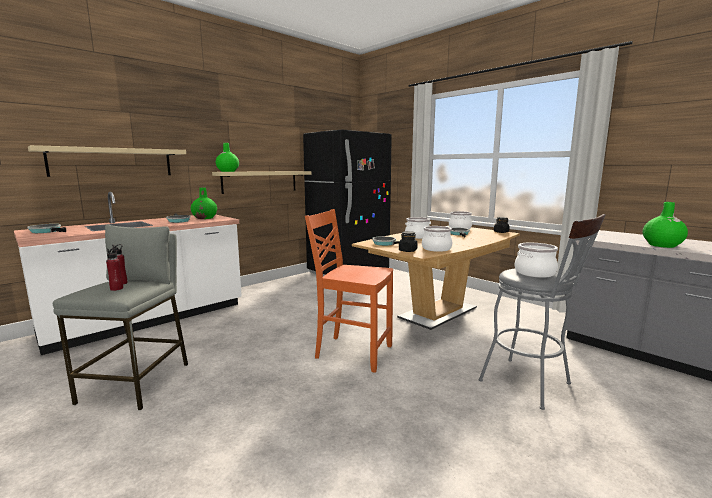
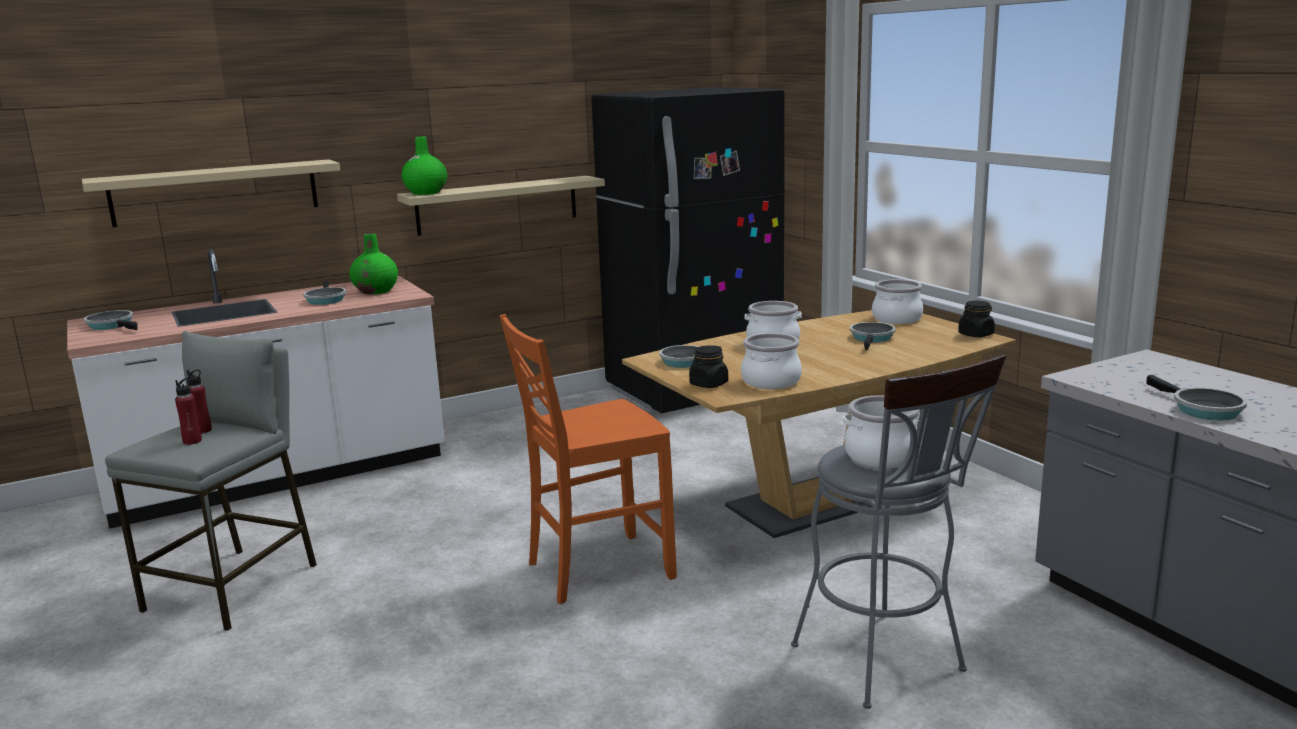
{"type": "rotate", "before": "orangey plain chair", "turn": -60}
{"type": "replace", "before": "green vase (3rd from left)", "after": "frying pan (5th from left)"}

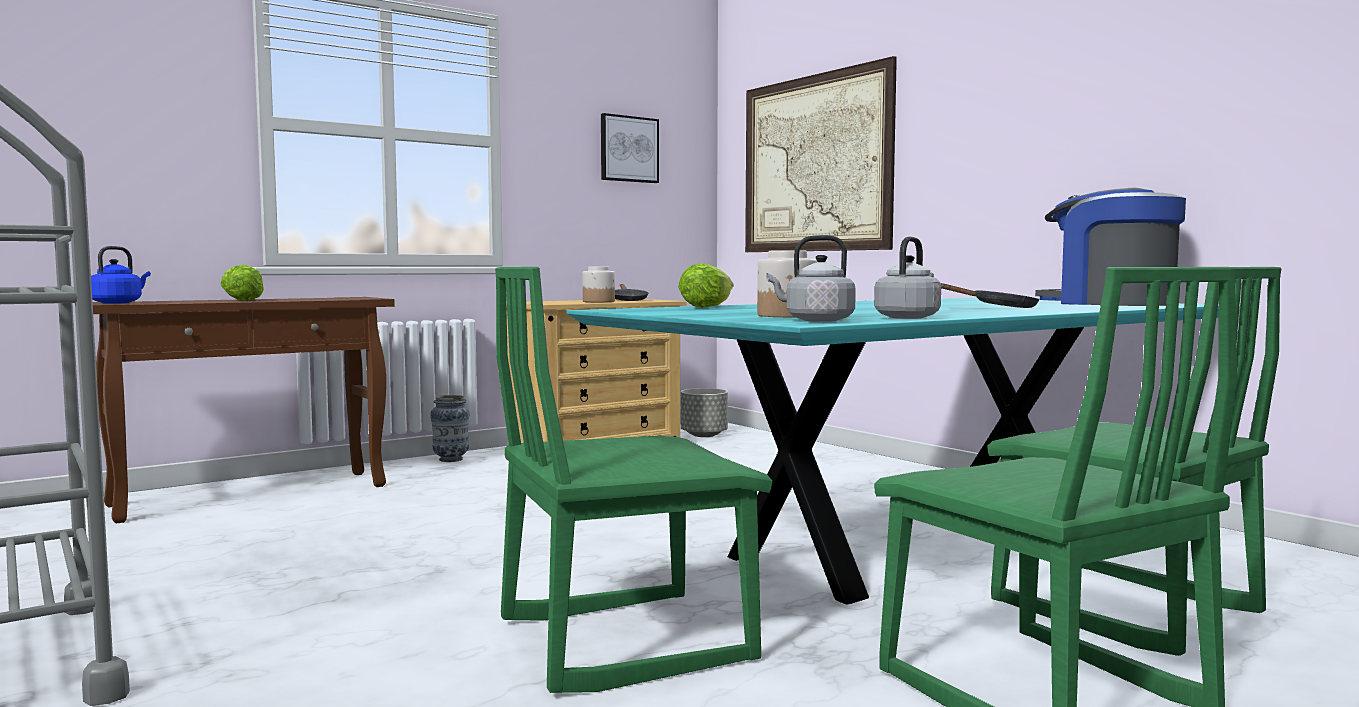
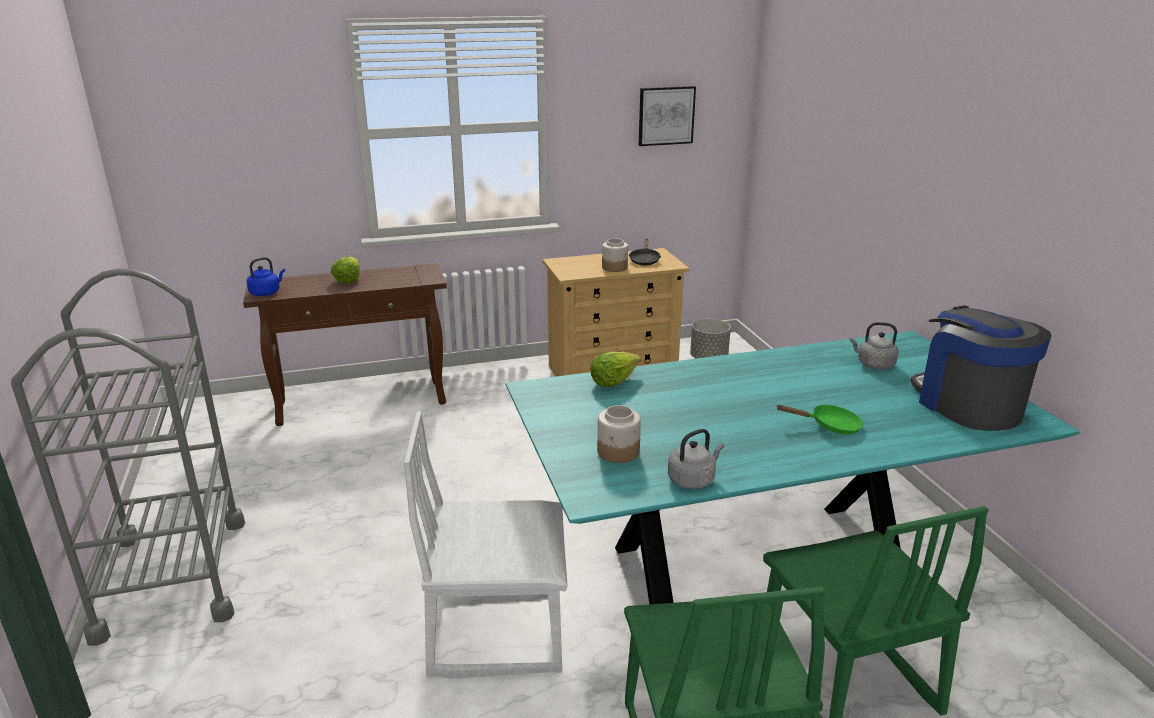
{"type": "recolor", "before": "green plain chair (1st from left)", "after": "white plain chair"}
{"type": "recolor", "before": "black frying pan (2nd from left)", "after": "green frying pan"}
{"type": "move", "before": "greyish tea kettle (1st from left in the first image)", "after": "greyish tea kettle (2nd from left)"}
{"type": "delete", "before": "vase"}
{"type": "delete", "before": "wall art (2nd from left)"}

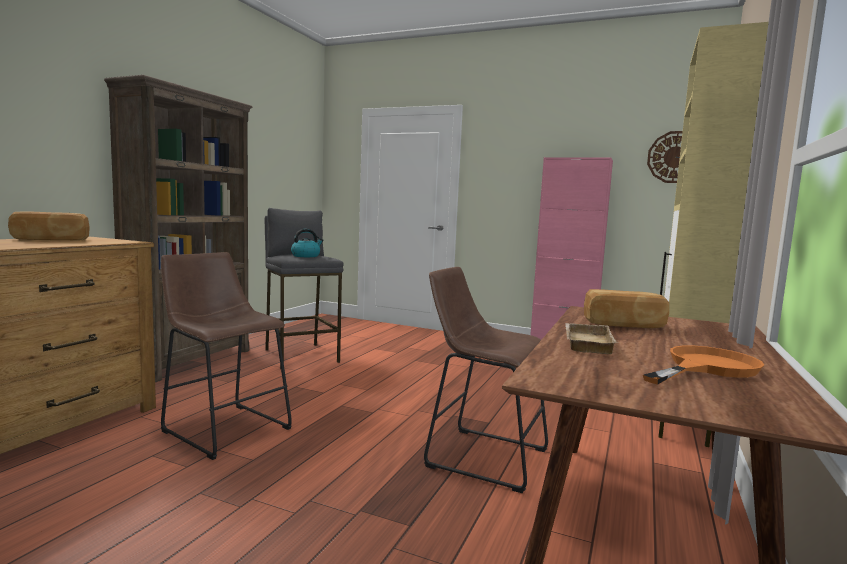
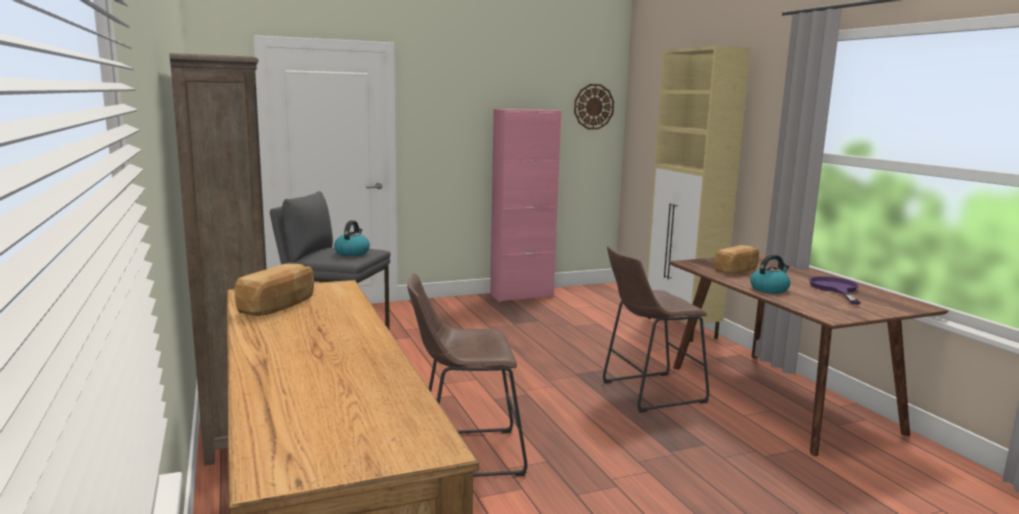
{"type": "replace", "before": "beige-coloured carrying tray", "after": "tea kettle (2nd from left)"}
{"type": "recolor", "before": "orangey frying pan", "after": "purple frying pan"}

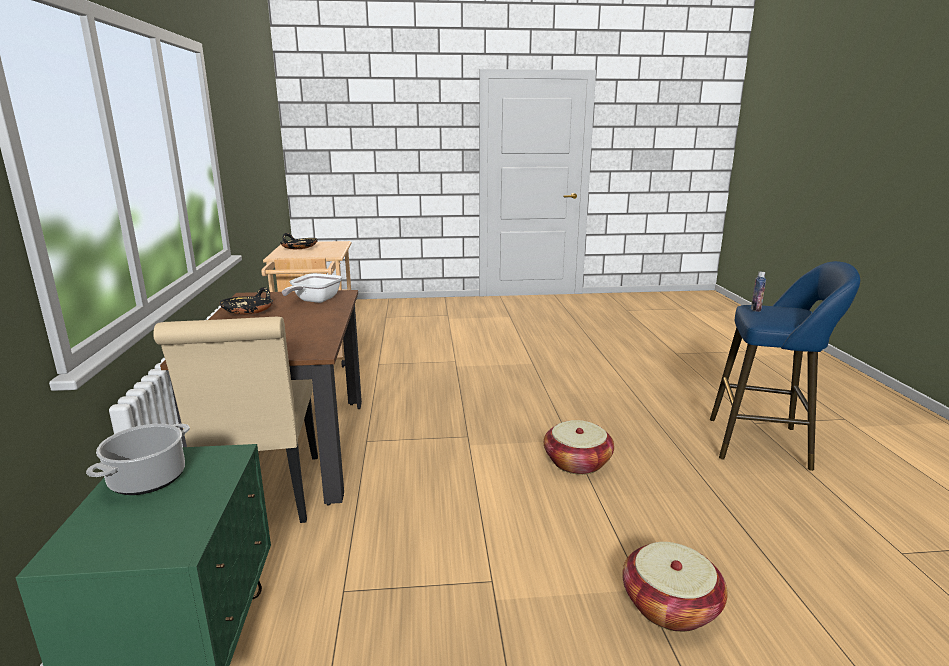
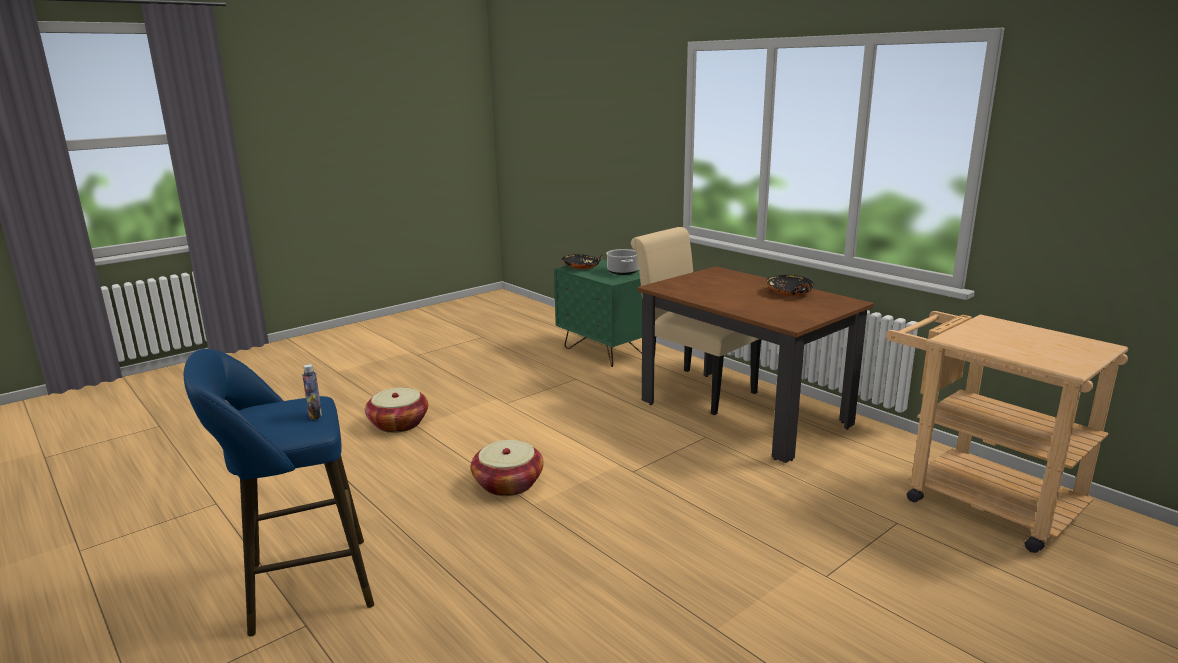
{"type": "move", "before": "black deep dish (2nd from left in the first image)", "after": "black deep dish (1st from left)"}
{"type": "delete", "before": "frying pan"}

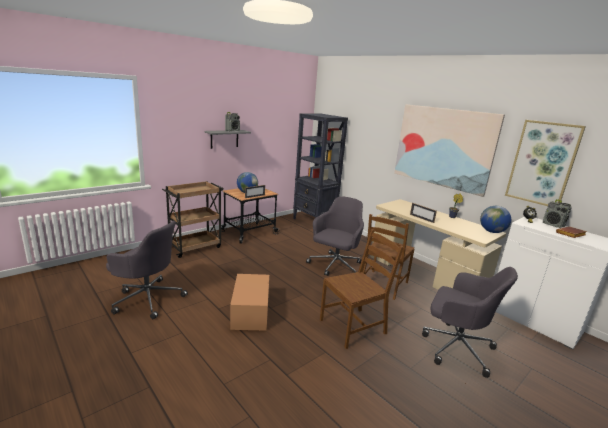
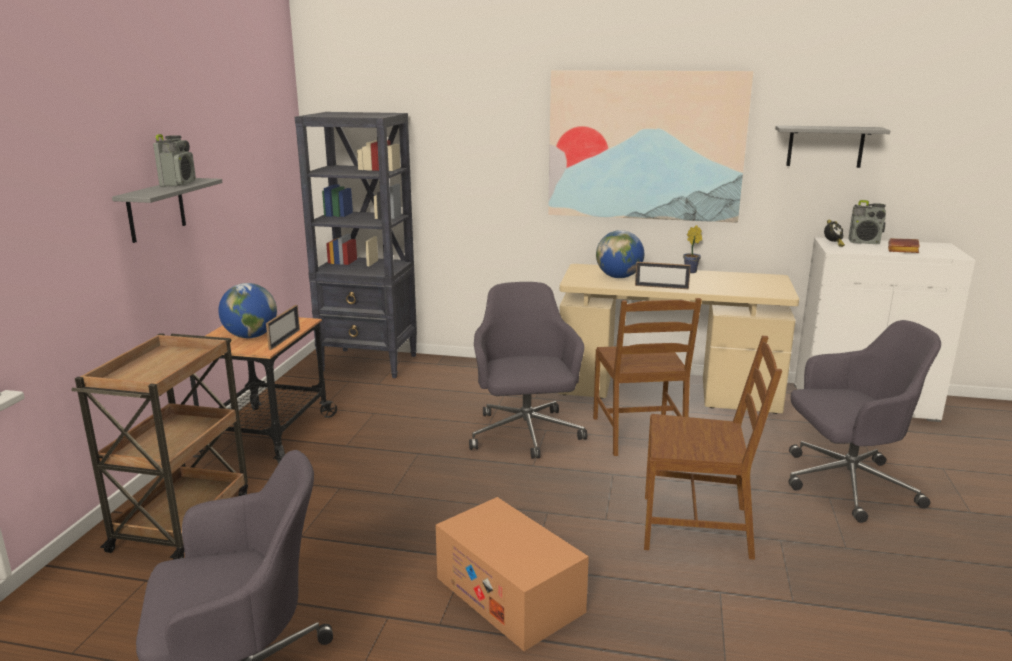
{"type": "move", "before": "desk globe (2nd from left)"}
{"type": "rotate", "before": "brownish plain chair (1st from left in the first image)", "turn": 75}
{"type": "replace", "before": "wall art (2nd from left)", "after": "greyish bracket shelf (2nd from left)"}

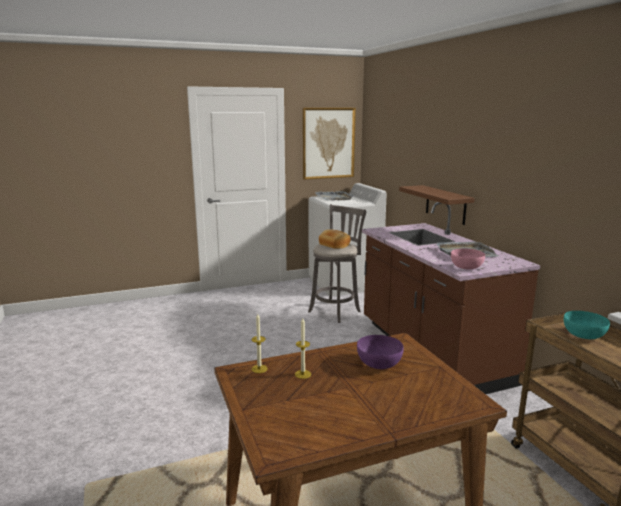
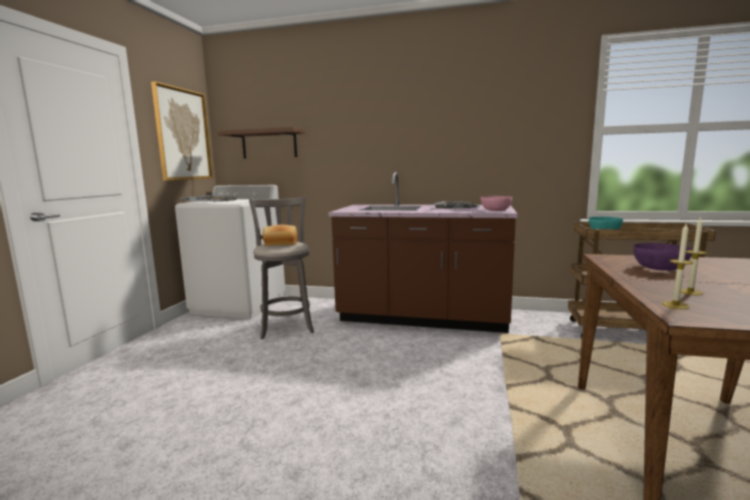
{"type": "move", "before": "brownish bracket shelf"}

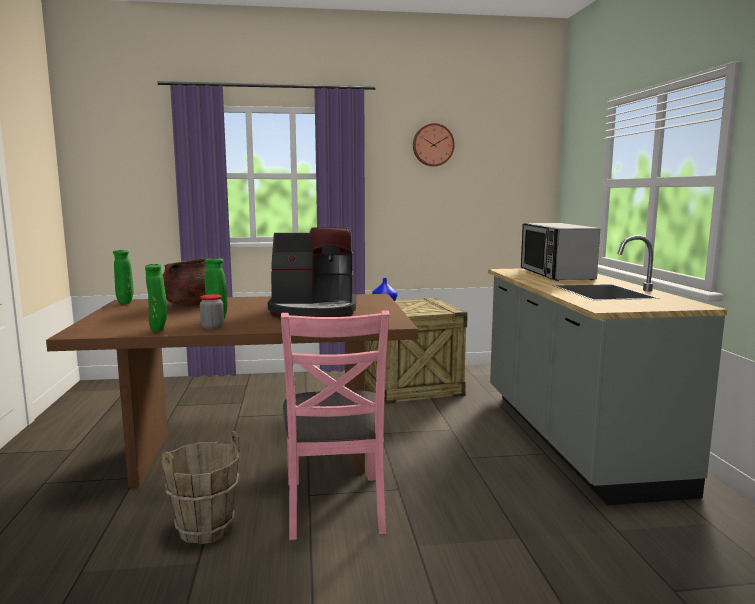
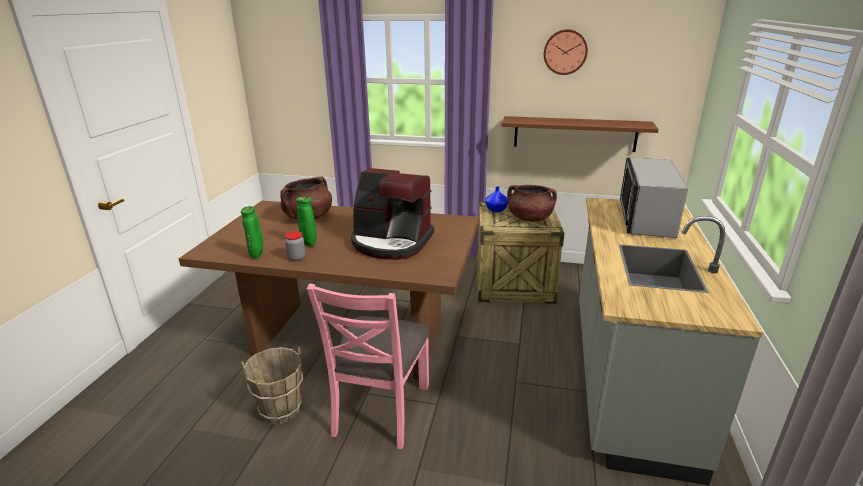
{"type": "insert", "after": "brownish bracket shelf"}
{"type": "insert", "after": "brownish saucepot (2nd from left)"}
{"type": "delete", "before": "green vase (1st from left)"}

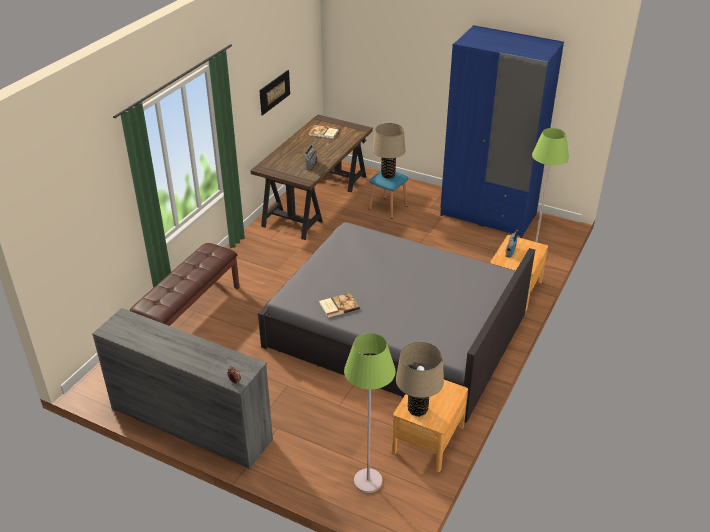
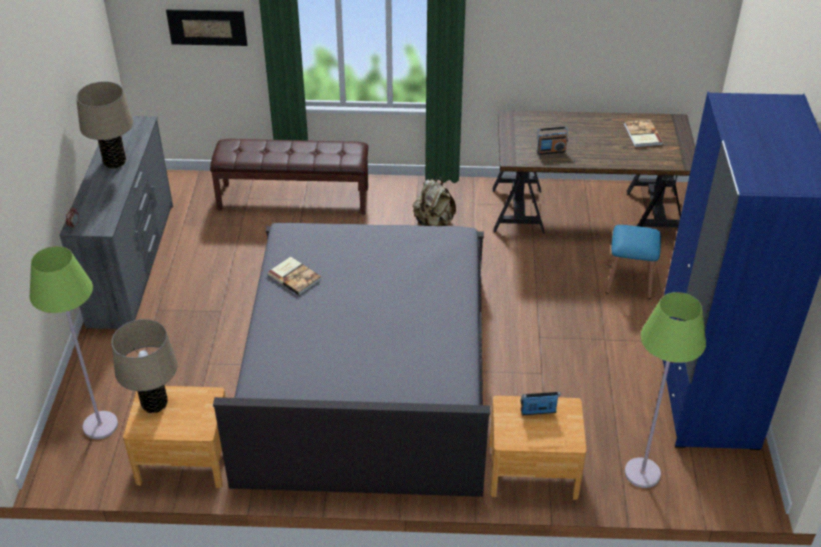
{"type": "move", "before": "beige-coloured table lamp (1st from left)"}
{"type": "move", "before": "wall art"}
{"type": "insert", "after": "beige-coloured backpack"}

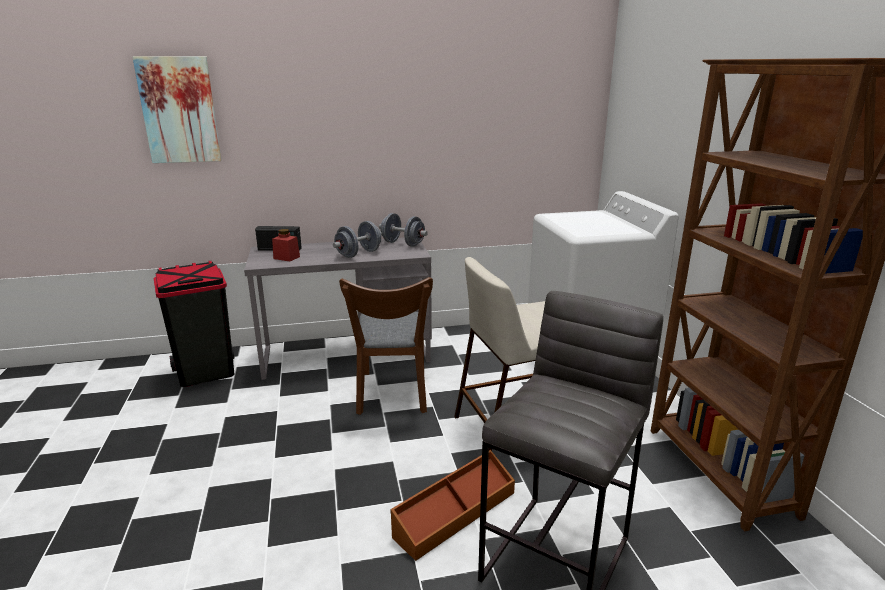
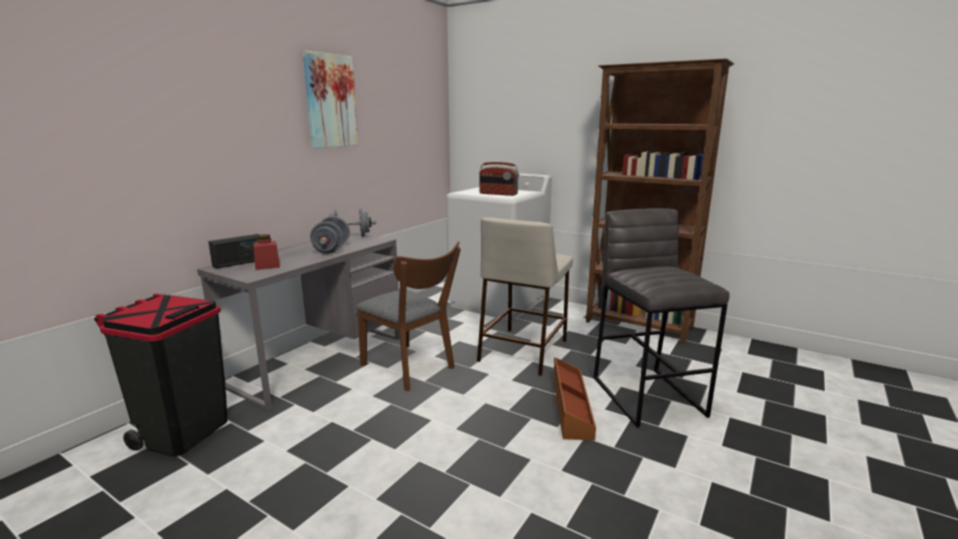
{"type": "move", "before": "wall art"}
{"type": "insert", "after": "radio set (2nd from left)"}

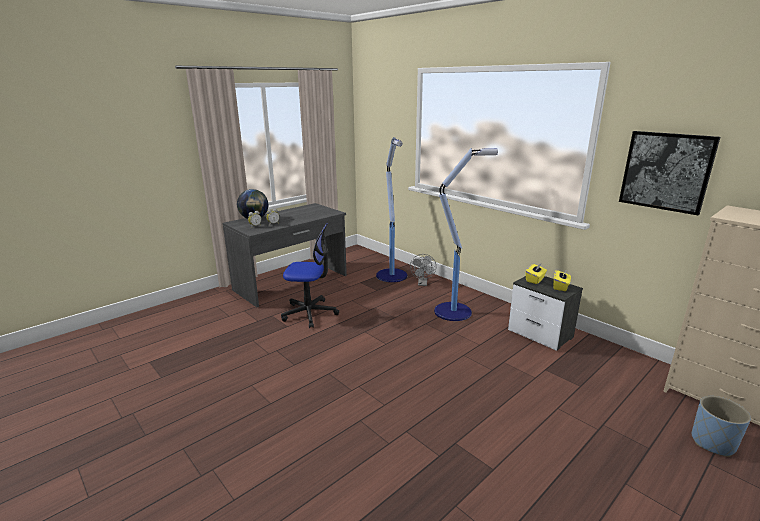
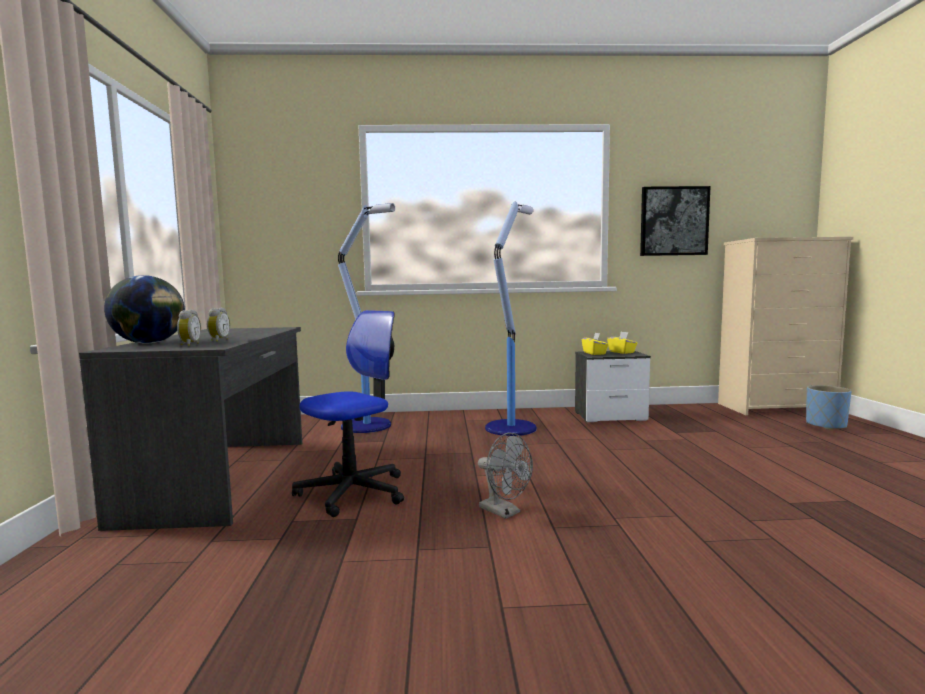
{"type": "move", "before": "greyish electric fan"}

